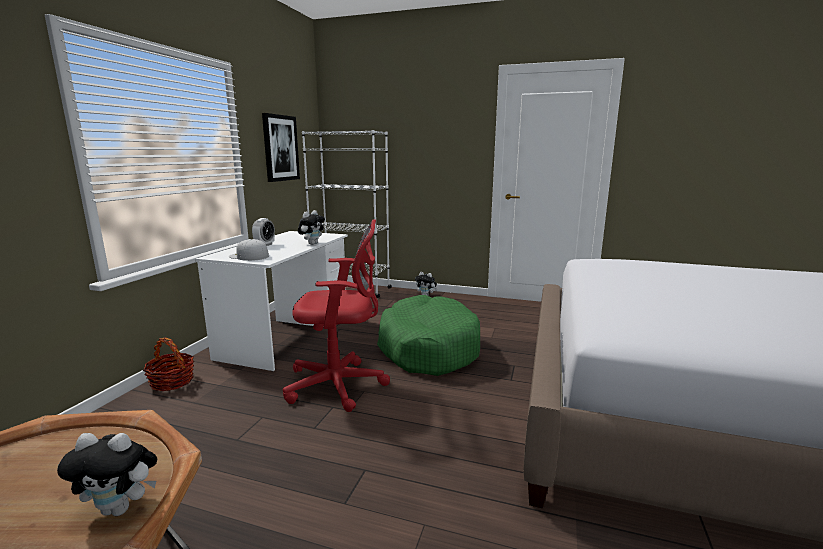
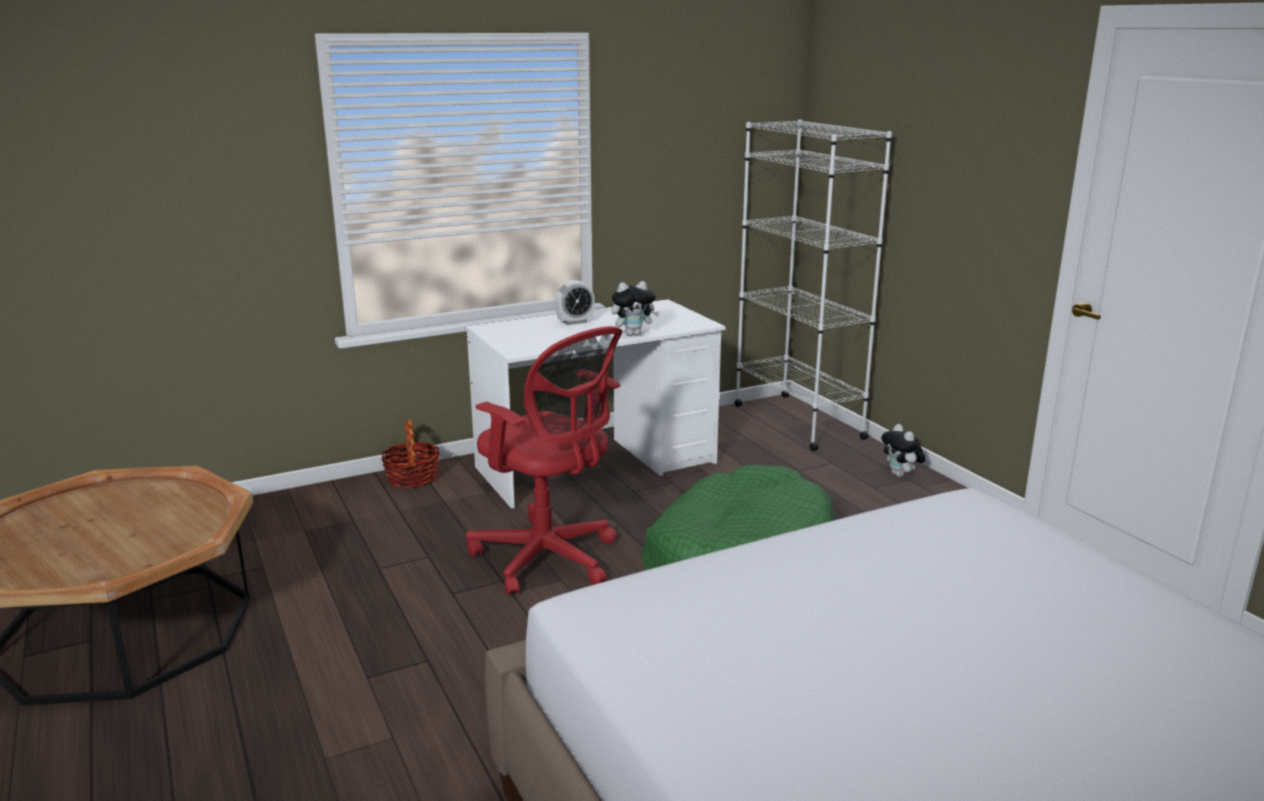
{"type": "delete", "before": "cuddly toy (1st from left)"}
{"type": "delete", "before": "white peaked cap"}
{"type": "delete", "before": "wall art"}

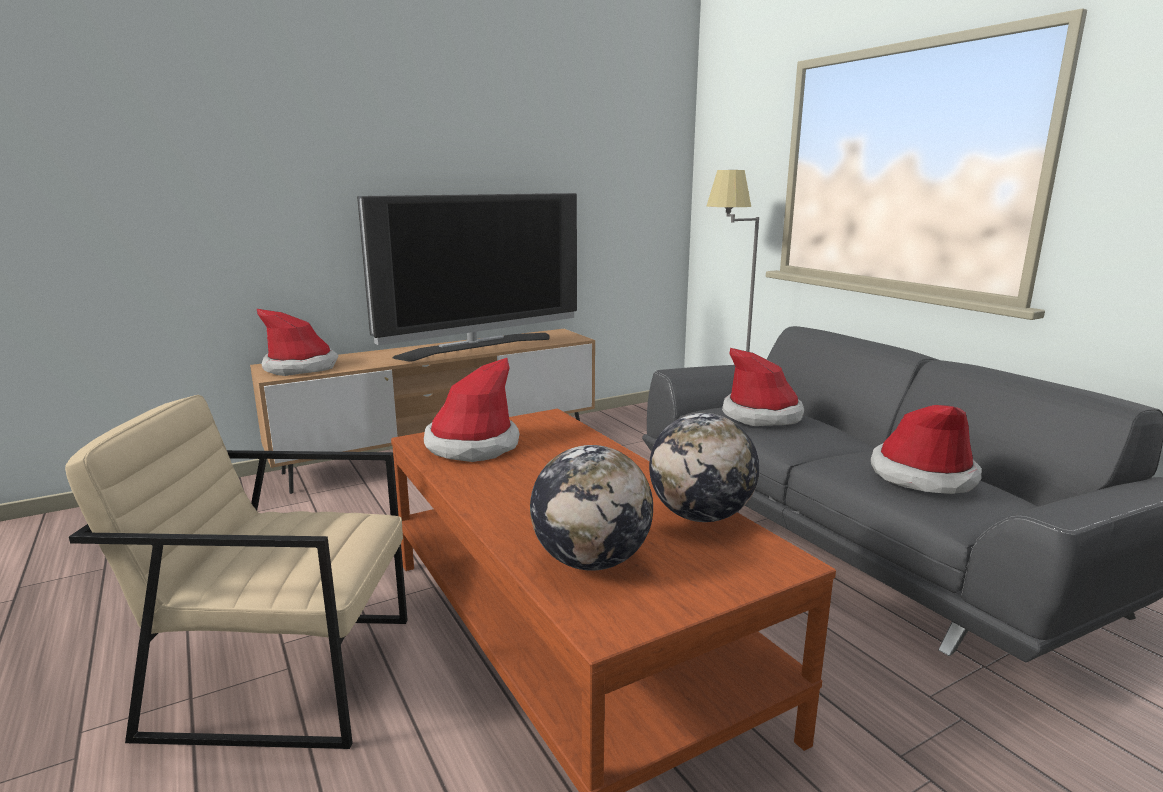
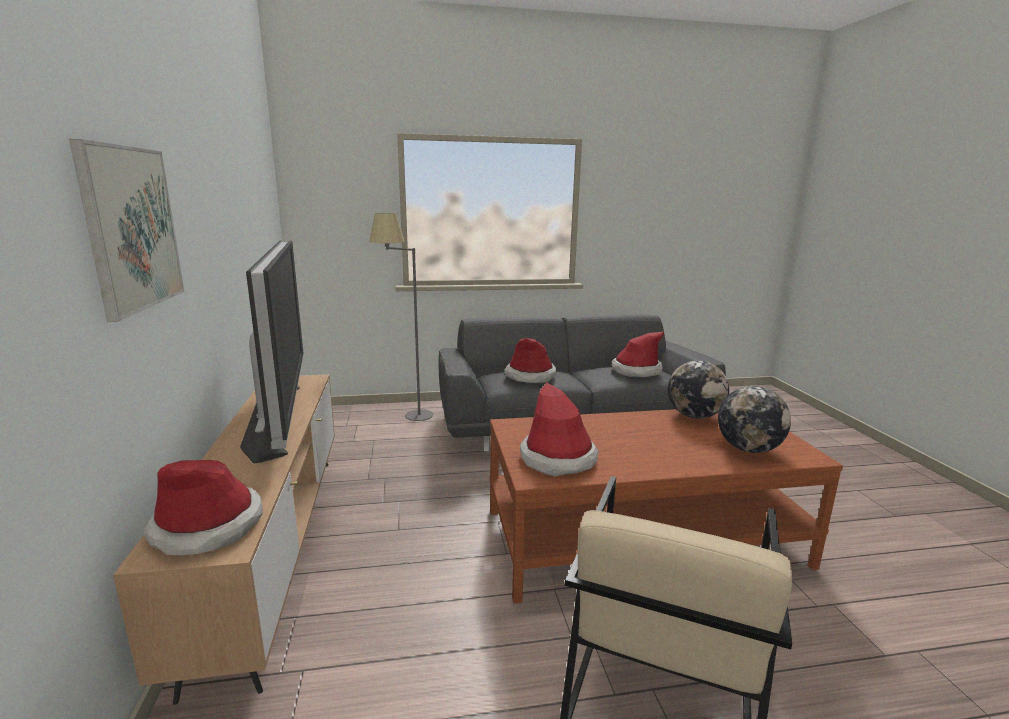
{"type": "insert", "after": "wall art"}

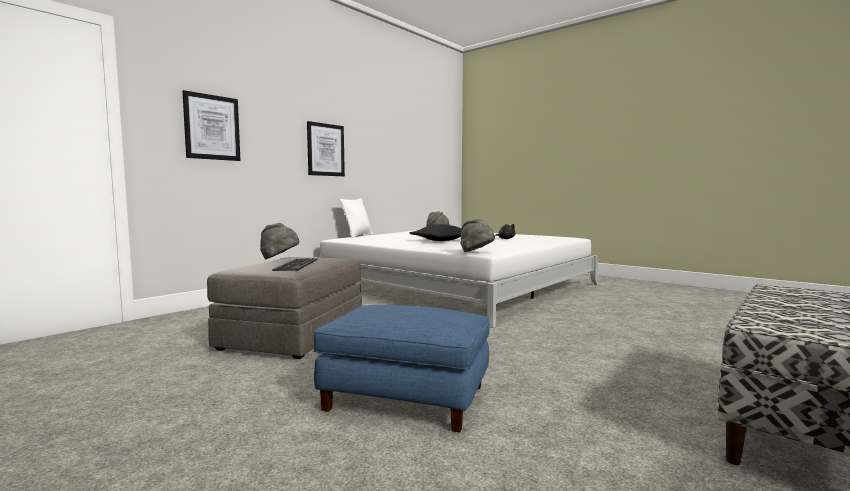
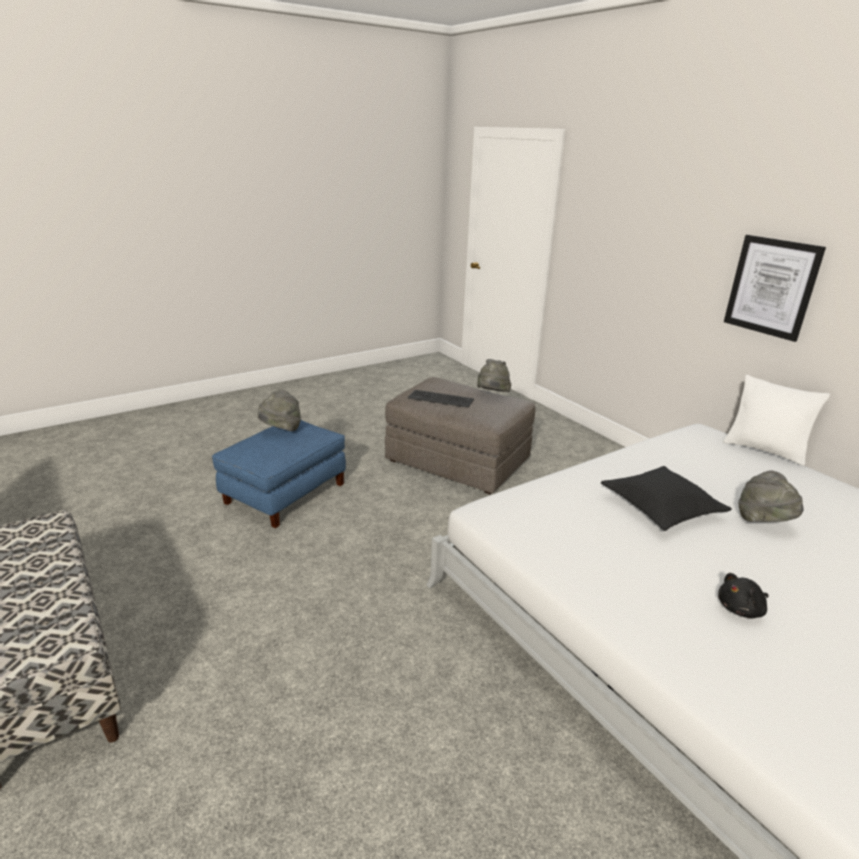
{"type": "move", "before": "greyish wearable hat (3rd from left in the first image)", "after": "greyish wearable hat (1st from left)"}
{"type": "delete", "before": "wall art (1st from left)"}

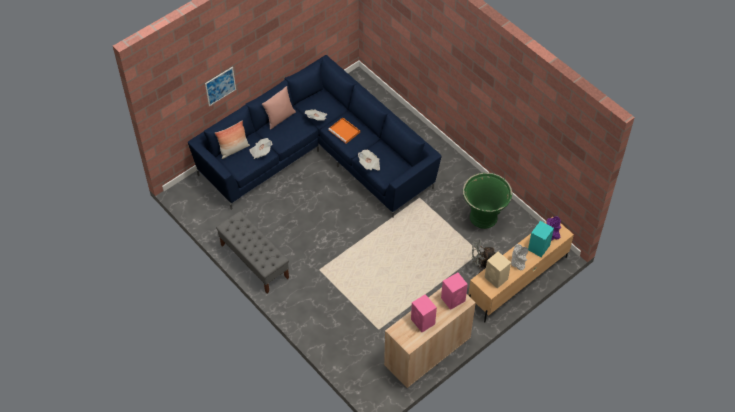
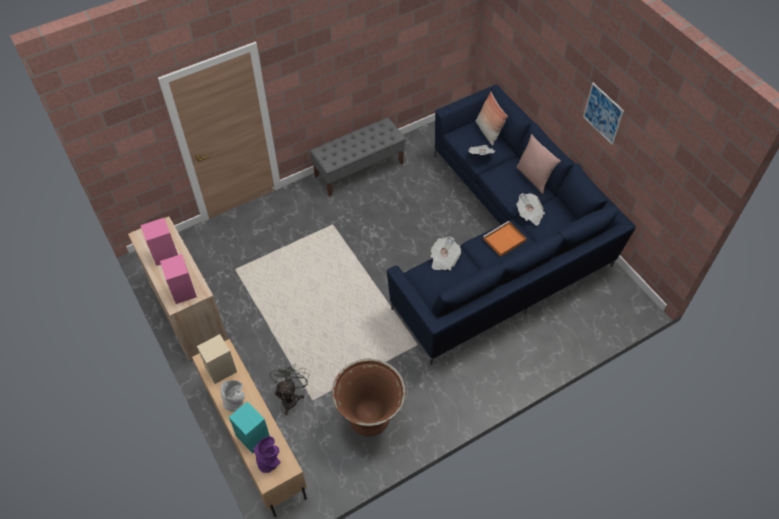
{"type": "recolor", "before": "green flower pot", "after": "brownish flower pot"}
{"type": "move", "before": "wall art"}

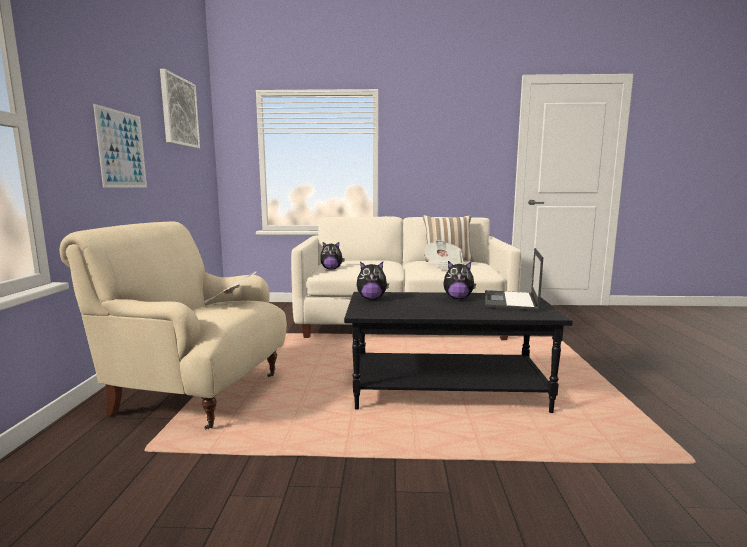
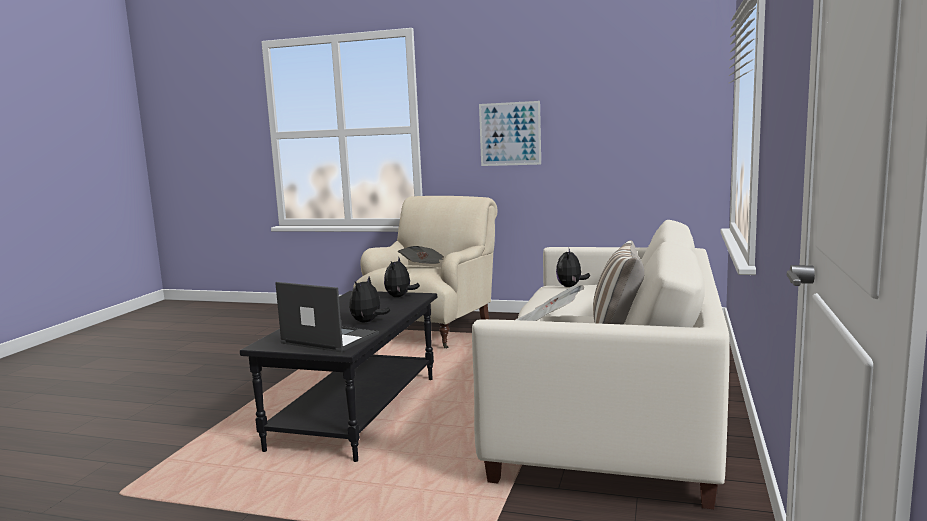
{"type": "delete", "before": "wall art (2nd from left)"}

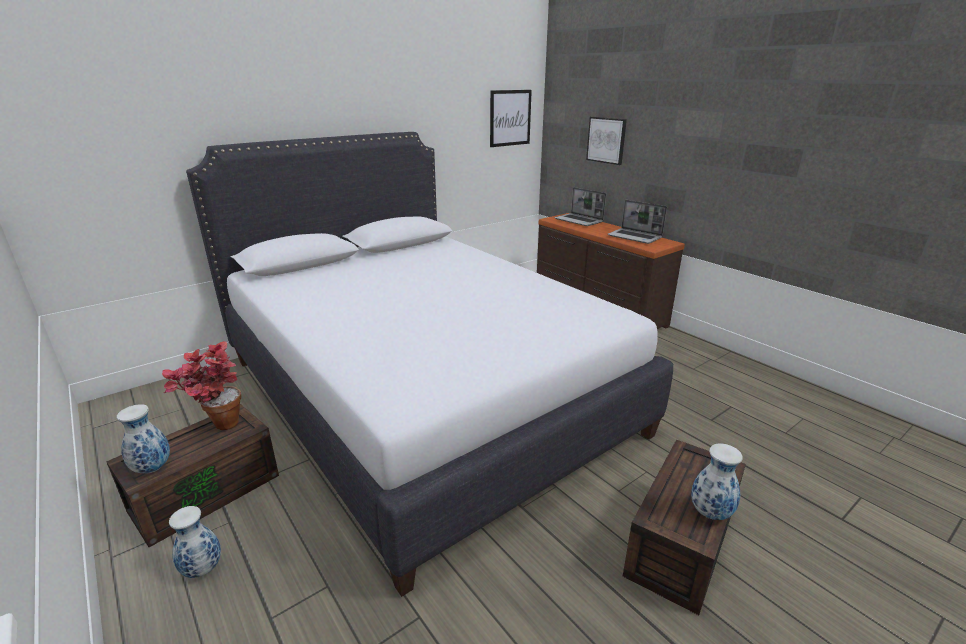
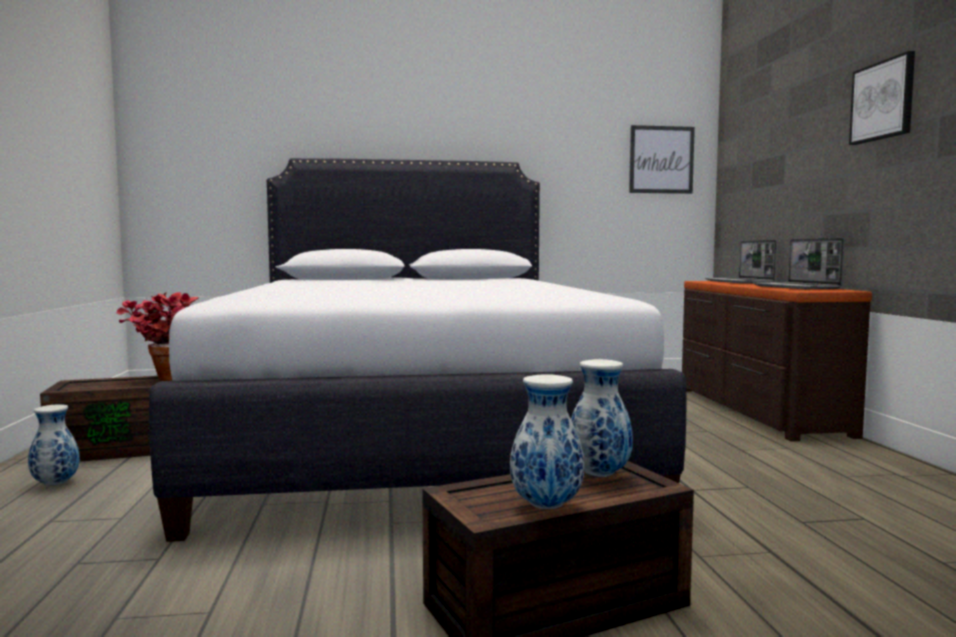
{"type": "move", "before": "vase (1st from left in the first image)", "after": "vase (3rd from left)"}
{"type": "move", "before": "wall art (2nd from left)"}

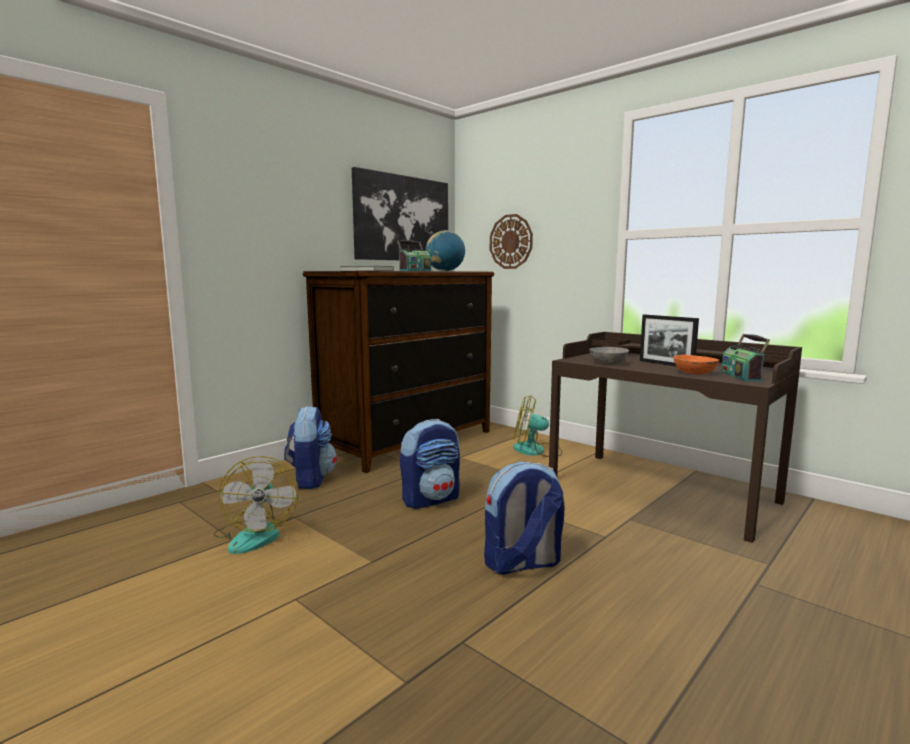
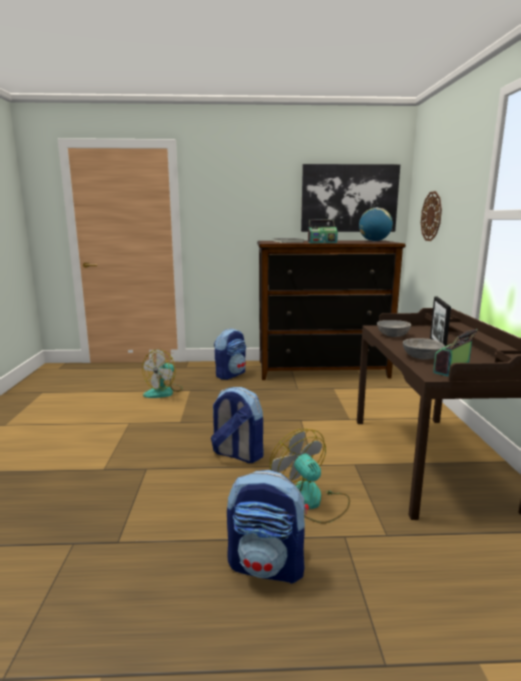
{"type": "move", "before": "backpack (2nd from left in the first image)", "after": "backpack (3rd from left)"}
{"type": "move", "before": "electric fan (2nd from left)"}
{"type": "recolor", "before": "orangey deep dish", "after": "greyish deep dish (2nd from left)"}

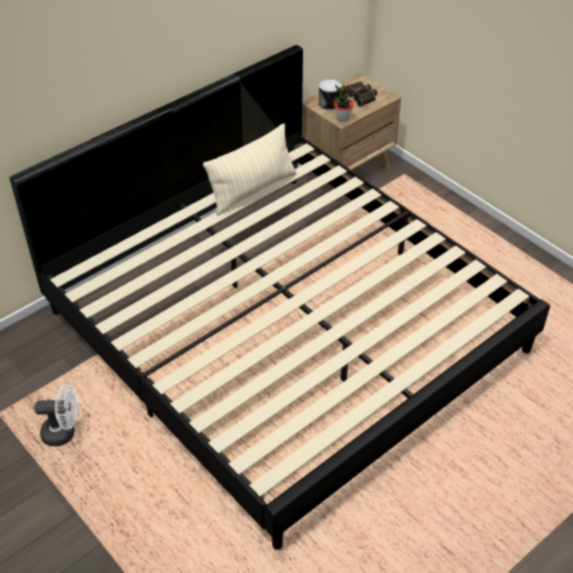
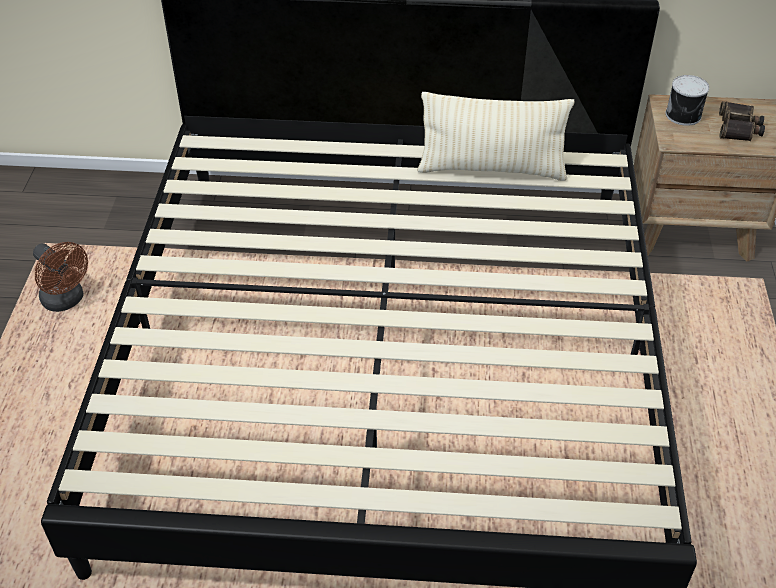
{"type": "recolor", "before": "white electric fan", "after": "brownish electric fan"}
{"type": "delete", "before": "houseplant"}

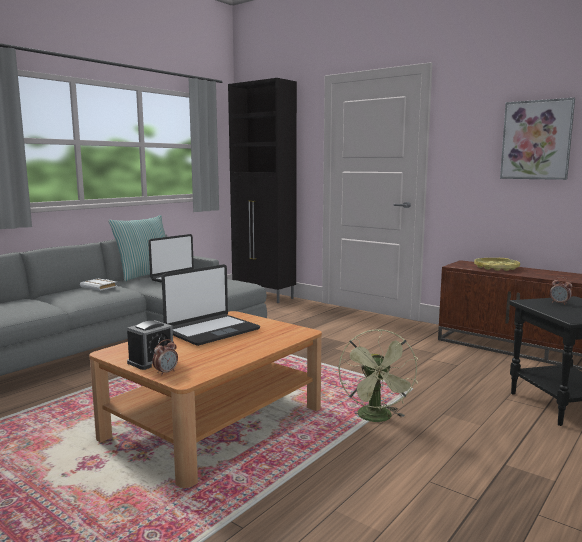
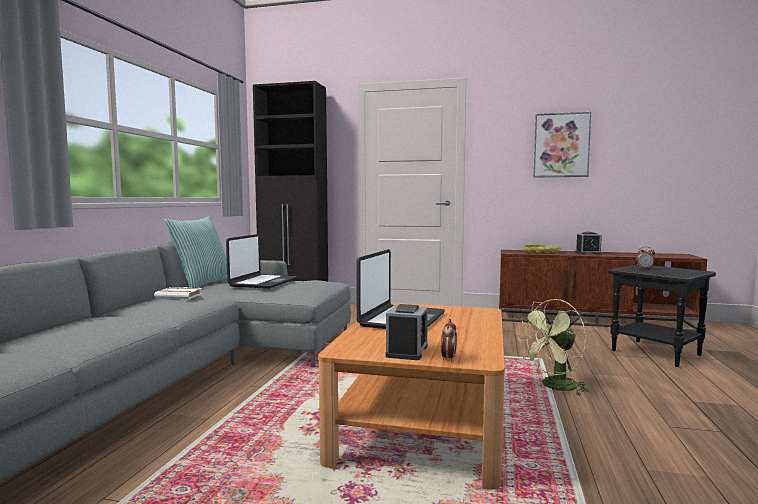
{"type": "rotate", "before": "green electric fan", "turn": 90}
{"type": "insert", "after": "bedside clock (3rd from left)"}

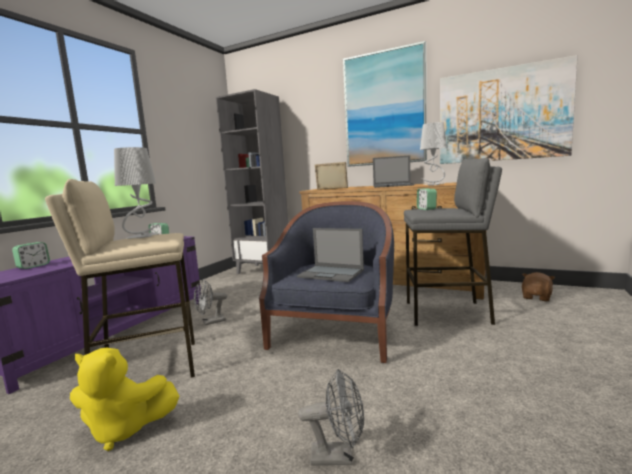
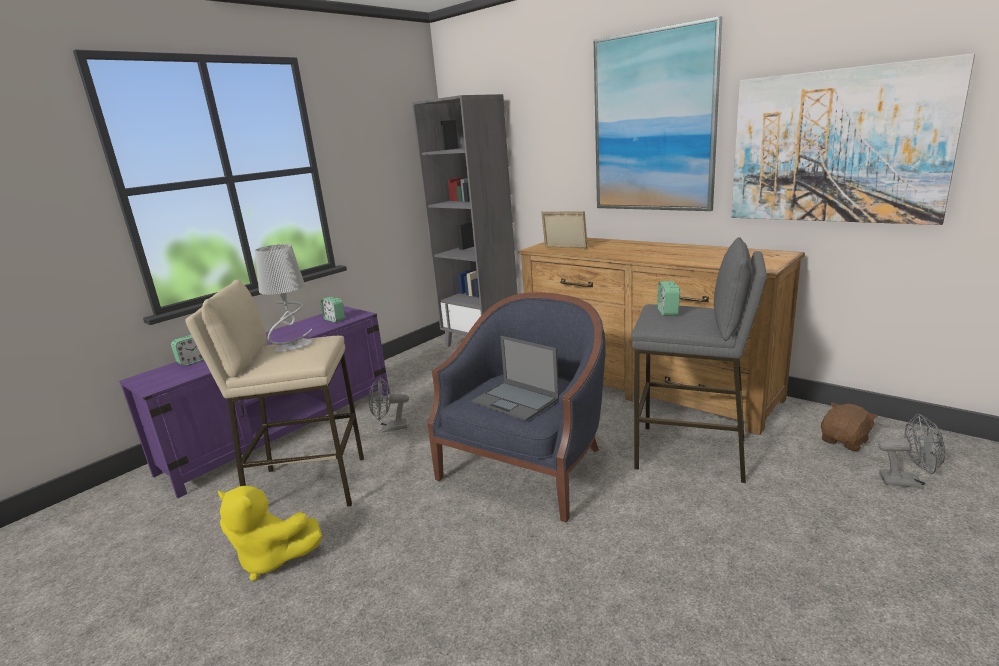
{"type": "move", "before": "greyish electric fan (2nd from left)"}
{"type": "delete", "before": "portable computer (2nd from left)"}
{"type": "delete", "before": "greyish table lamp (2nd from left)"}

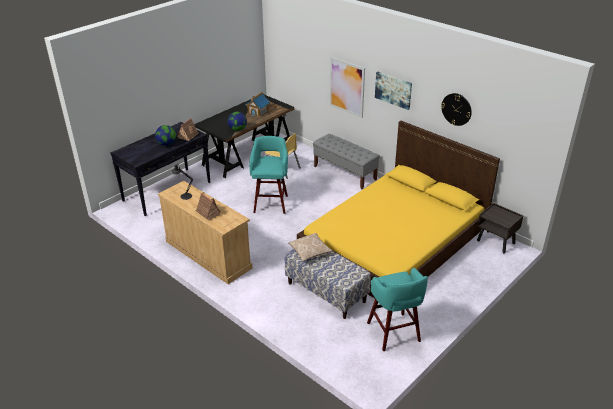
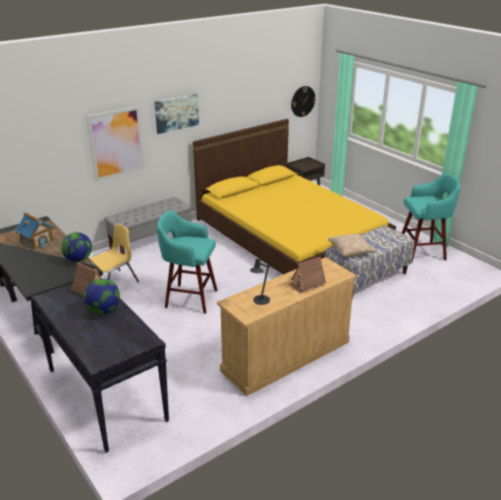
{"type": "move", "before": "wall clock"}

